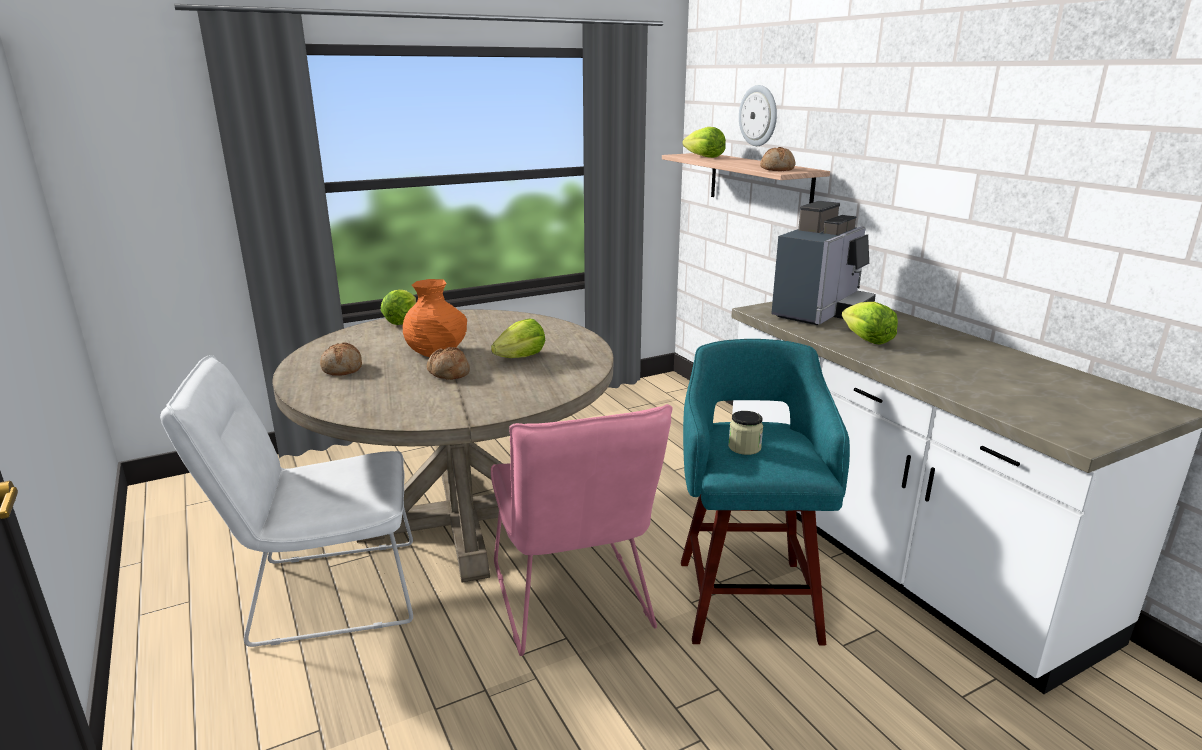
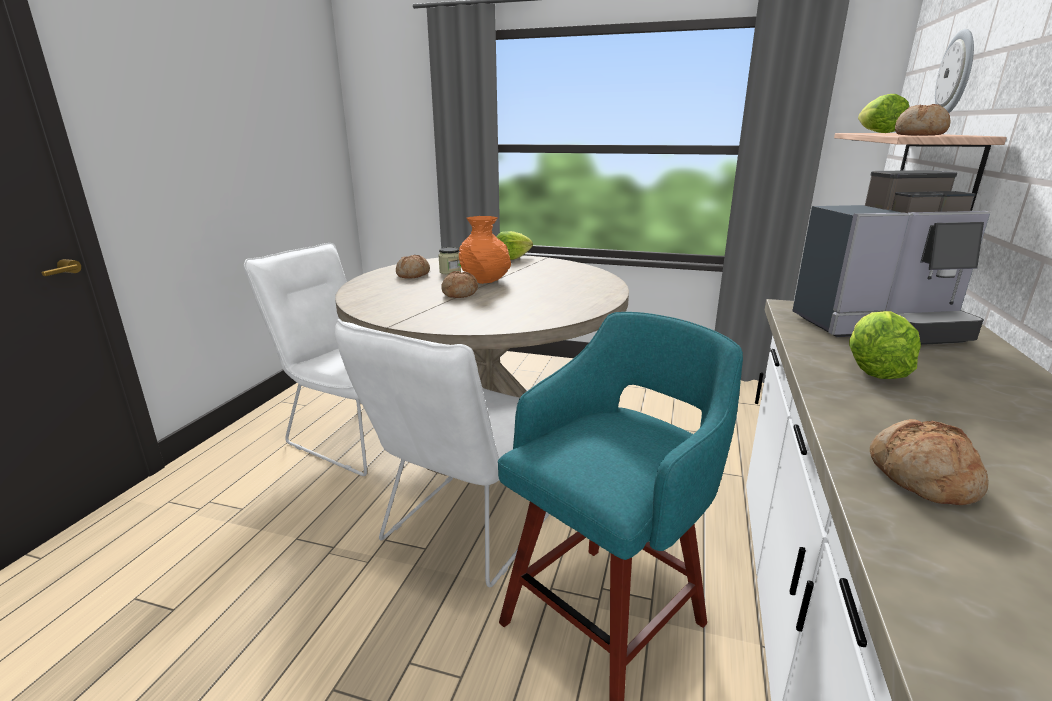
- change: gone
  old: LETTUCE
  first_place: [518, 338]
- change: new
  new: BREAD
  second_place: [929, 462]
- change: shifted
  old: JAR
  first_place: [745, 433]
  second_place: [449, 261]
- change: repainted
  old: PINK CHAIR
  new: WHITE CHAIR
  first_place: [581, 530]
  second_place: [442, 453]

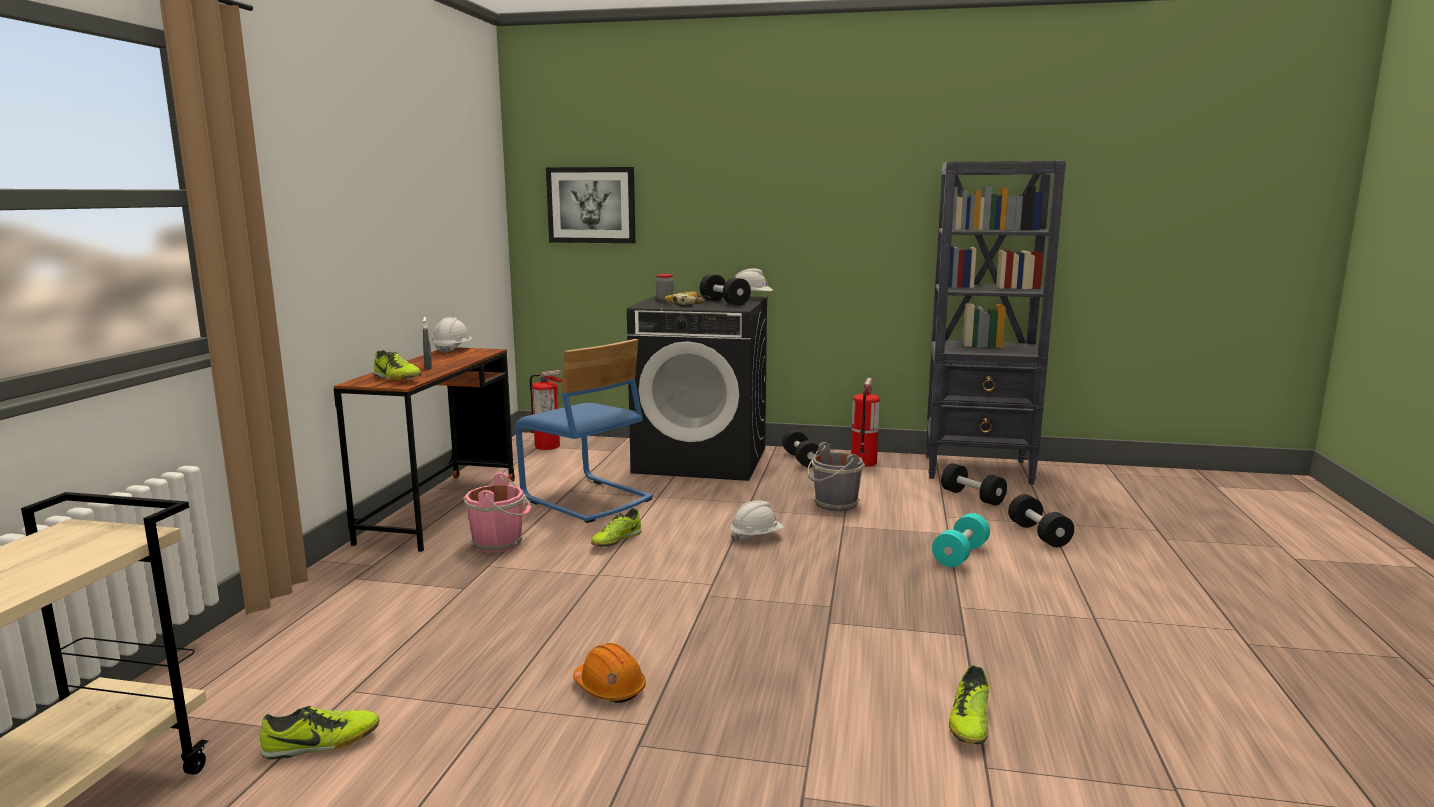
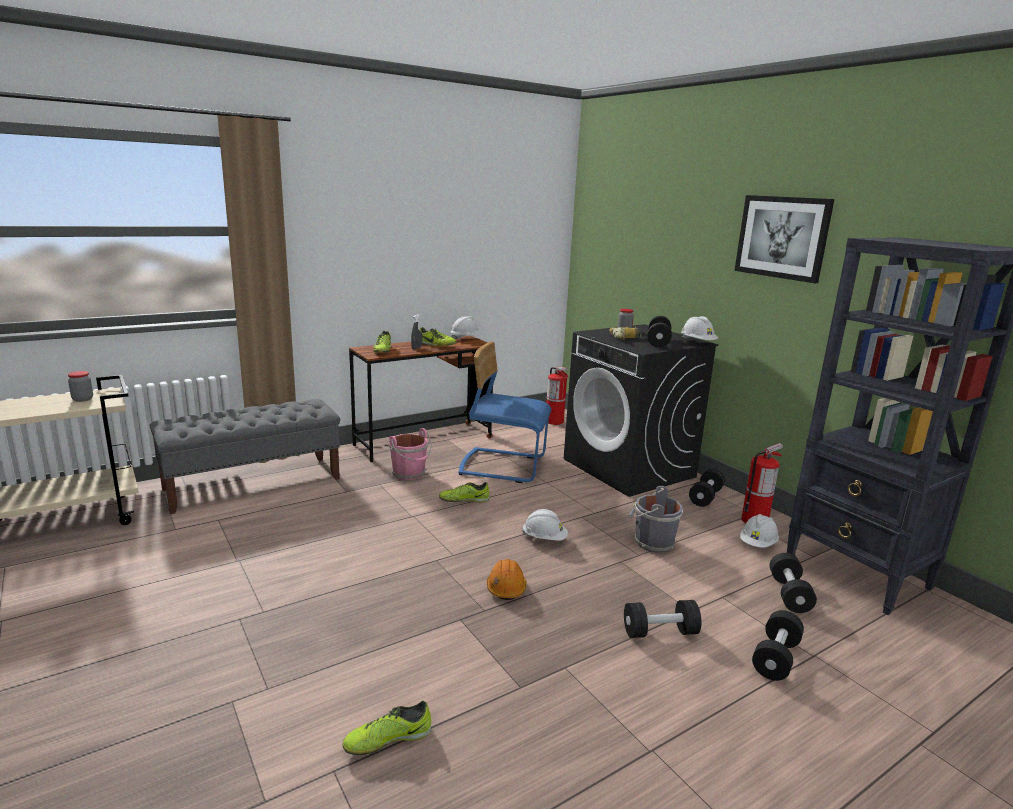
- change: new
  new: JAR
  second_place: [80, 386]
- change: new
  new: GREY BENCH
  second_place: [245, 456]
- change: new
  new: WHITE HARD HAT
  second_place: [759, 531]
- change: shifted
  old: SHOE
  first_place: [319, 732]
  second_place: [438, 336]
- change: shifted
  old: PICTURE
  first_place: [591, 205]
  second_place: [784, 239]
- change: shifted
  old: ORANGE HARD HAT
  first_place: [609, 673]
  second_place: [507, 579]
- change: repainted
  old: TURQUOISE DUMBBELL
  new: BLACK DUMBBELL
  first_place: [961, 540]
  second_place: [663, 619]
- change: rotated
  old: BLUE CHAIR
  first_place: [584, 431]
  second_place: [505, 412]
  degrees: 105

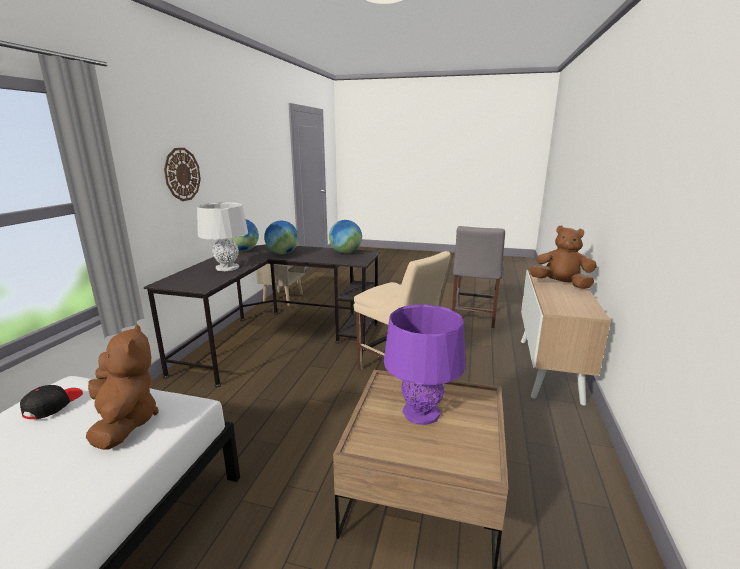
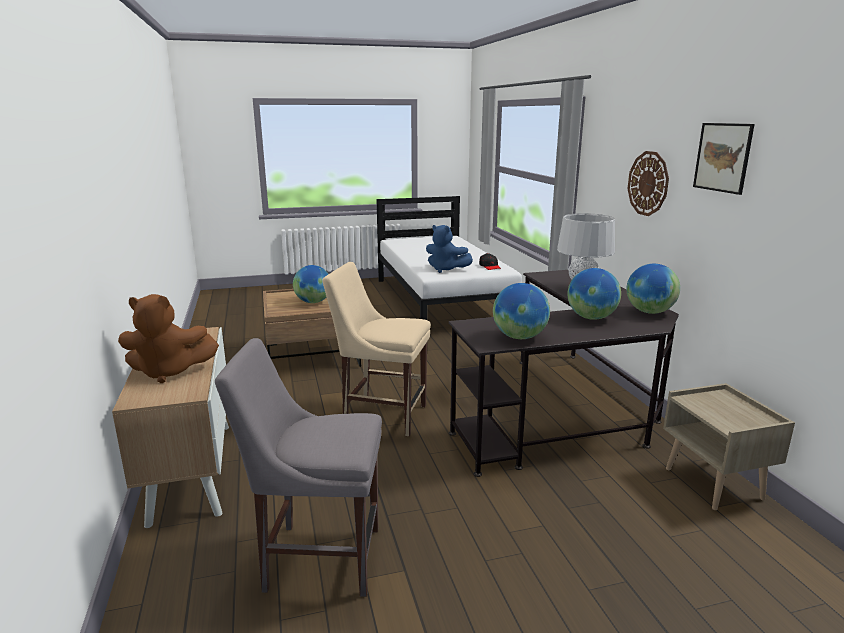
- change: new
  new: PICTURE
  second_place: [724, 159]
- change: swapped
  old: PURPLE TABLE LAMP
  new: GLOBE
  first_place: [425, 364]
  second_place: [310, 284]
- change: repainted
  old: BROWN PLUSH TOY
  new: BLUE PLUSH TOY
  first_place: [122, 386]
  second_place: [449, 249]
- change: rotated
  old: GREY CHAIR
  first_place: [478, 277]
  second_place: [298, 467]
  degrees: -75

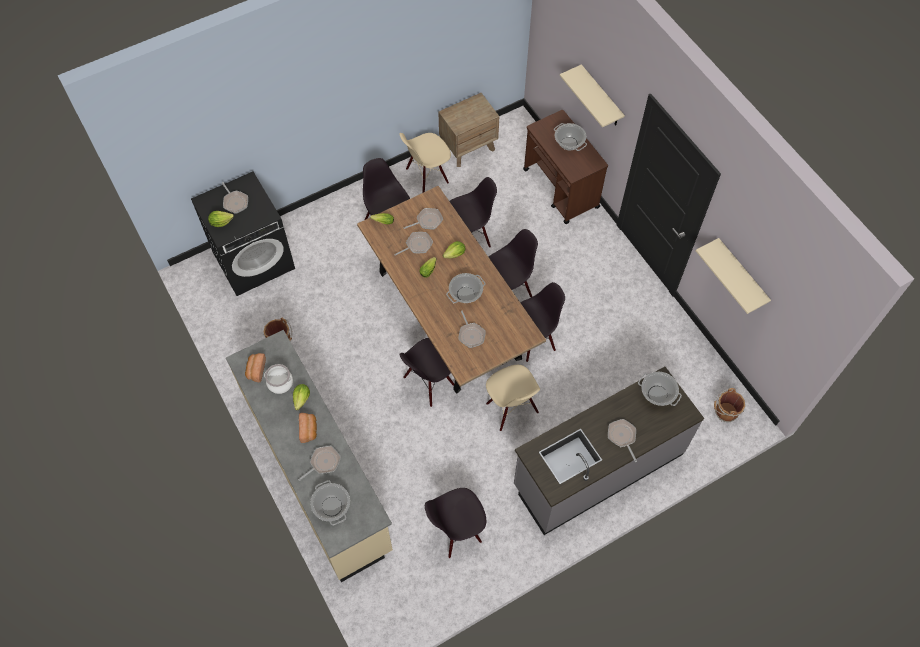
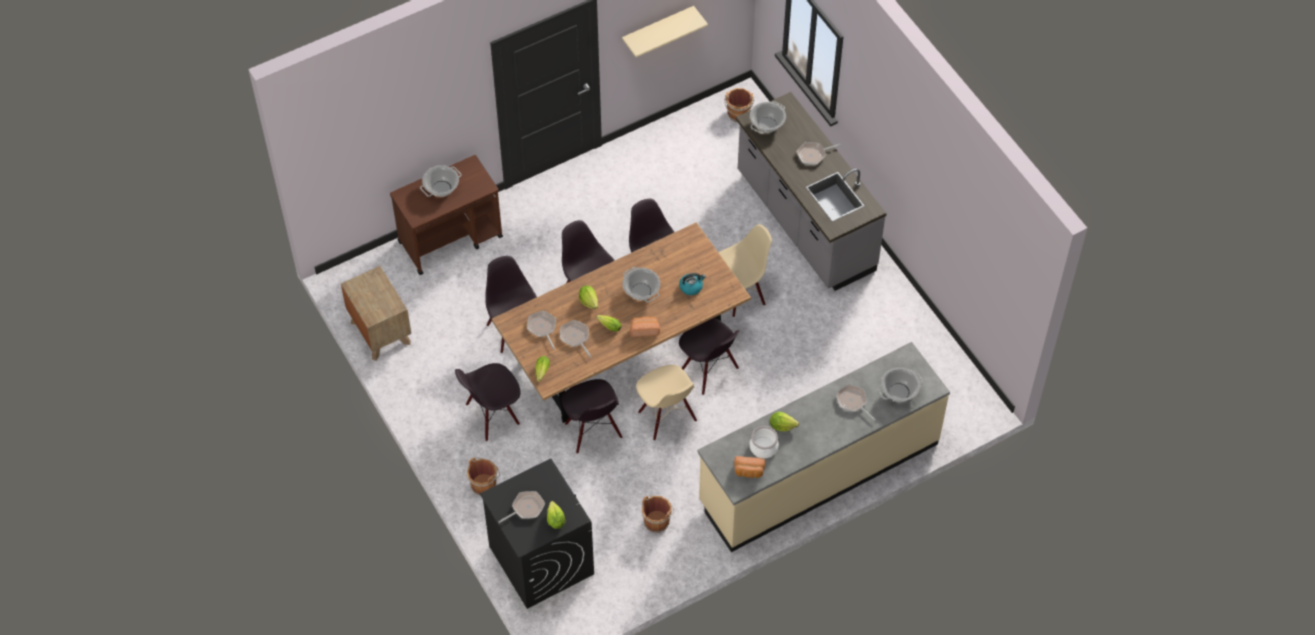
- change: gone
  old: BEIGE SHELF
  first_place: [592, 95]
- change: new
  new: BROWN BUCKET
  second_place: [483, 477]
- change: shifted
  old: BREAD
  first_place: [308, 428]
  second_place: [645, 327]
- change: shifted
  old: BEIGE CHAIR
  first_place: [425, 163]
  second_place: [666, 403]
- change: shifted
  old: BLACK CHAIR
  first_place: [455, 523]
  second_place: [592, 416]
- change: swapped
  old: FRYING PAN
  new: KETTLE
  first_place: [471, 329]
  second_place: [692, 284]

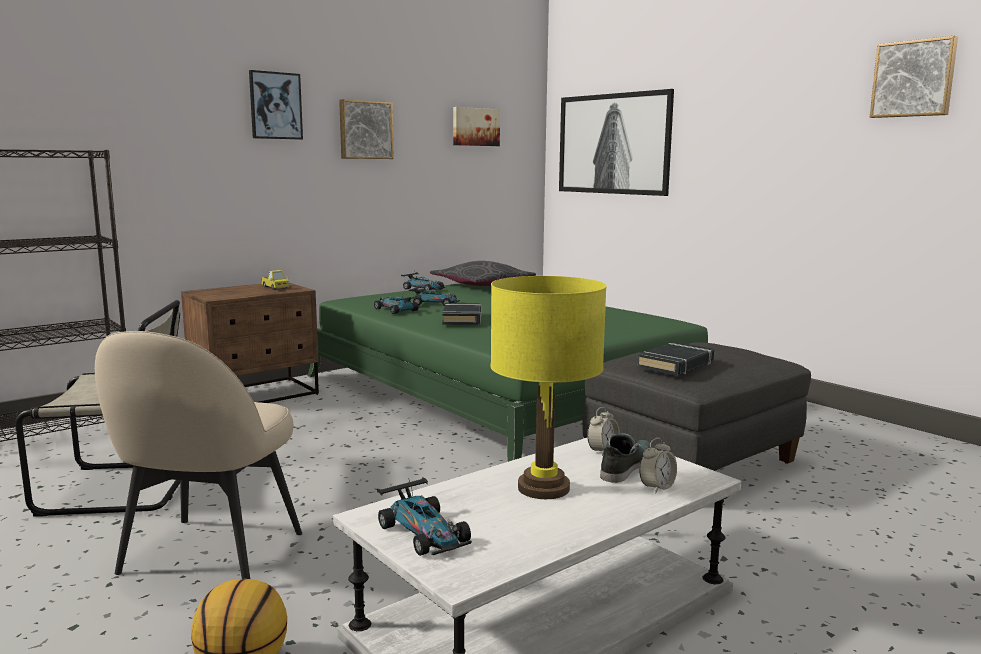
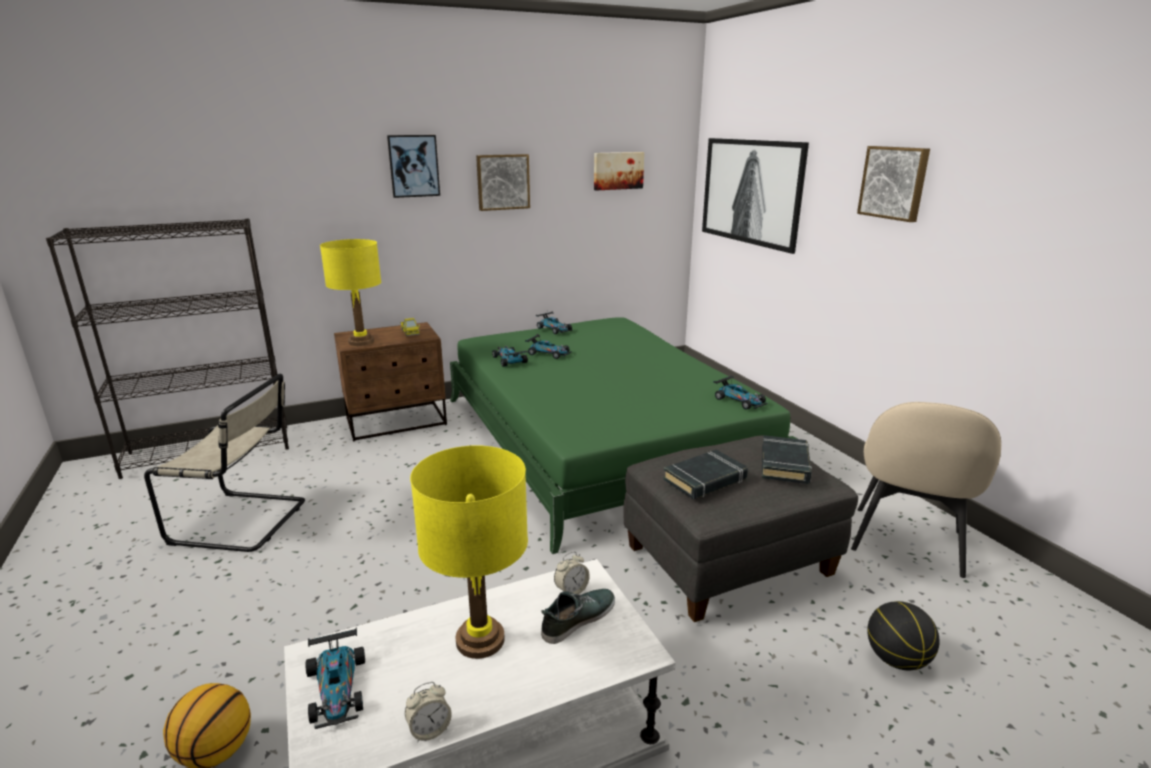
- change: gone
  old: GREY PILLOW
  first_place: [483, 273]
- change: new
  new: YELLOW TABLE LAMP
  second_place: [350, 292]
- change: new
  new: TOY CAR
  second_place: [740, 393]
- change: new
  new: BASKETBALL
  second_place: [903, 635]
- change: shifted
  old: BEIGE CHAIR
  first_place: [198, 455]
  second_place: [926, 490]
- change: shifted
  old: BLACK BOOK
  first_place: [461, 314]
  second_place: [787, 459]
- change: shifted
  old: ALARM CLOCK
  first_place: [658, 465]
  second_place: [428, 712]
- change: shifted
  old: PICTURE
  first_place: [914, 77]
  second_place: [893, 184]

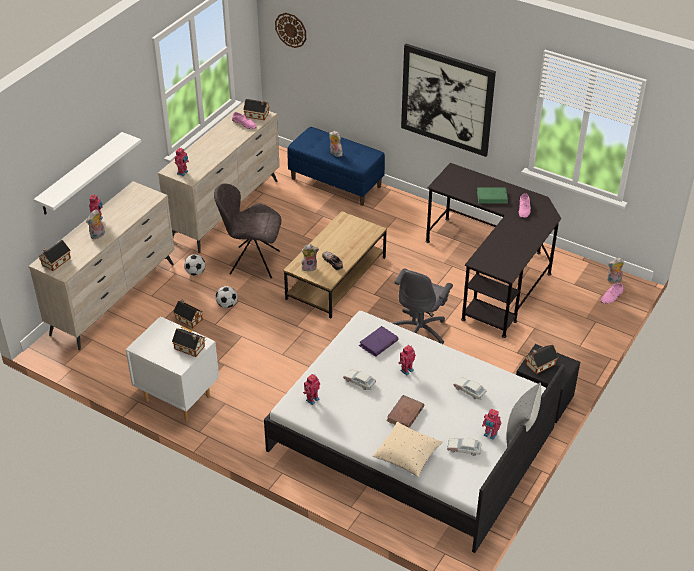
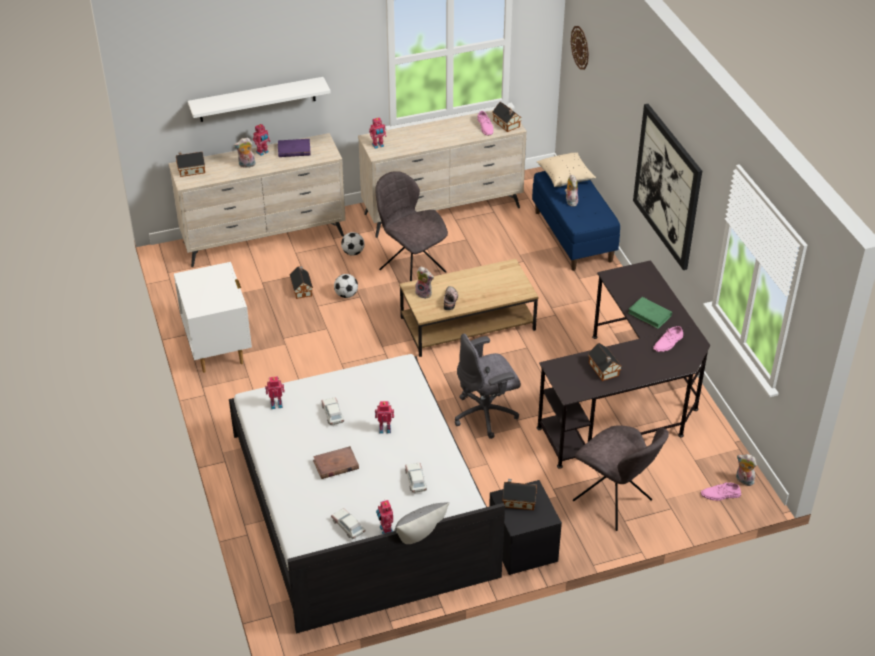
- change: new
  new: GREY CHAIR
  second_place: [621, 478]
- change: shifted
  old: TOY HOUSE
  first_place: [189, 342]
  second_place: [605, 362]
- change: shifted
  old: PURPLE BOOK
  first_place: [378, 341]
  second_place: [294, 148]
- change: shifted
  old: BEIGE PILLOW
  first_place: [407, 449]
  second_place: [566, 170]

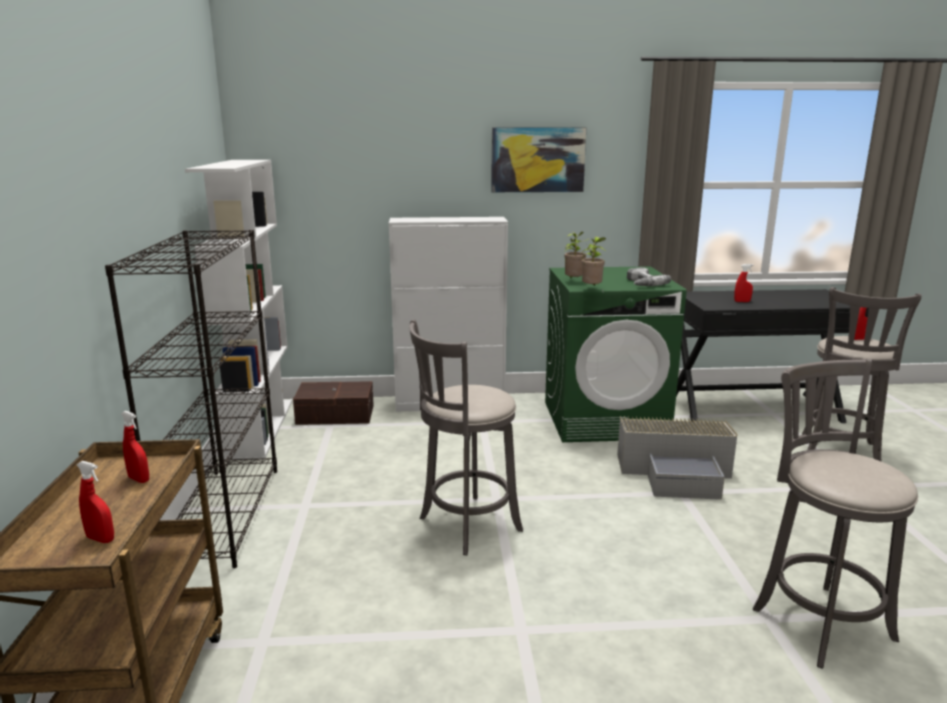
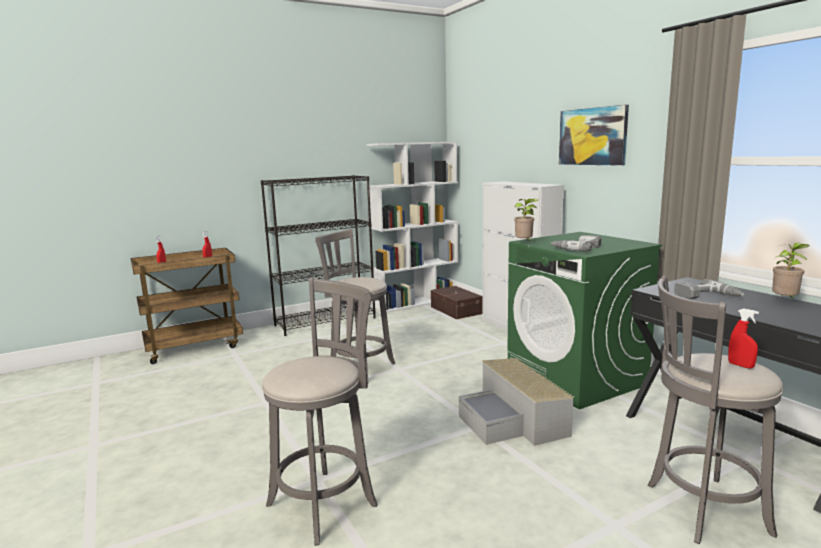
- change: shifted
  old: POTTED PLANT
  first_place: [575, 254]
  second_place: [791, 270]
- change: swapped
  old: RED SPRAY BOTTLE
  new: POWER DRILL
  first_place: [744, 283]
  second_place: [709, 289]

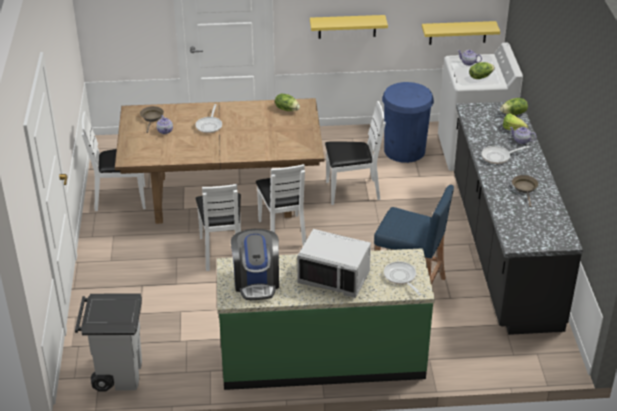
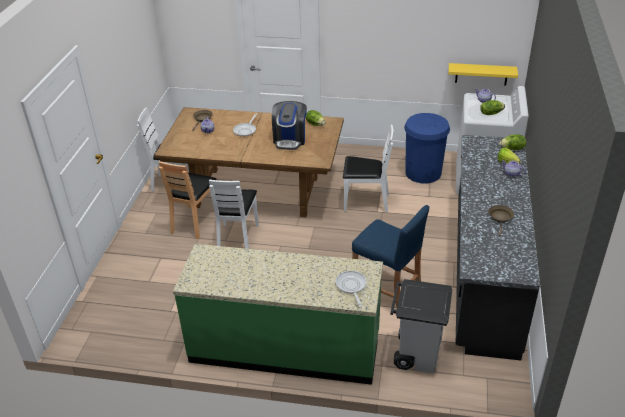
- change: gone
  old: WHITE CHAIR
  first_place: [281, 204]
- change: gone
  old: GREY MICROWAVE
  first_place: [334, 263]
- change: gone
  old: YELLOW SHELF
  first_place: [349, 27]
- change: gone
  old: FRYING PAN
  first_place: [505, 155]
- change: new
  new: BROWN CHAIR
  second_place: [188, 200]
- change: shifted
  old: GREY TRASH CAN
  first_place: [108, 342]
  second_place: [421, 326]
- change: shifted
  old: COFFEE MACHINE
  first_place: [255, 264]
  second_place: [289, 125]

